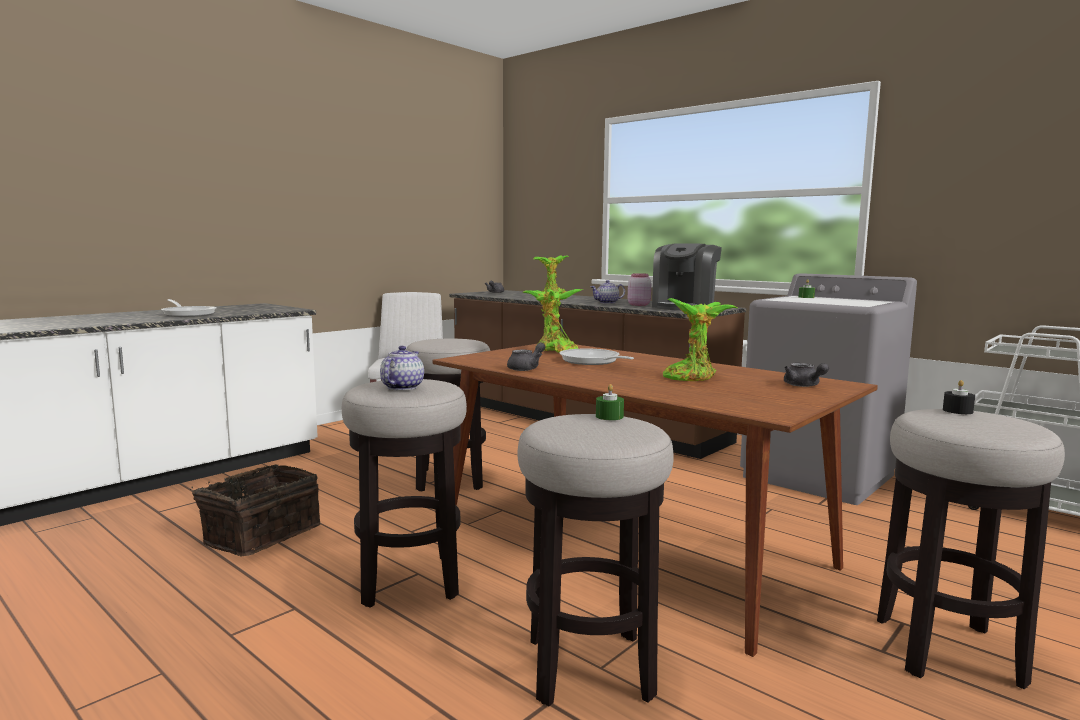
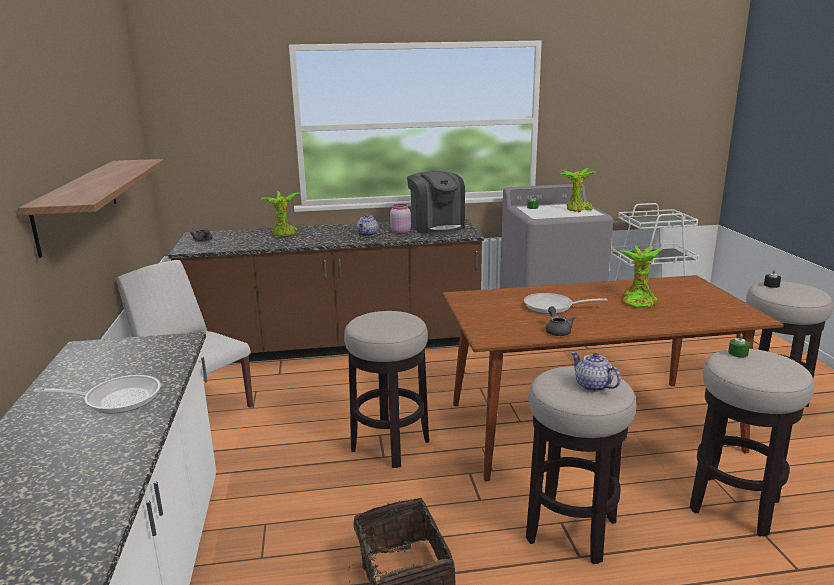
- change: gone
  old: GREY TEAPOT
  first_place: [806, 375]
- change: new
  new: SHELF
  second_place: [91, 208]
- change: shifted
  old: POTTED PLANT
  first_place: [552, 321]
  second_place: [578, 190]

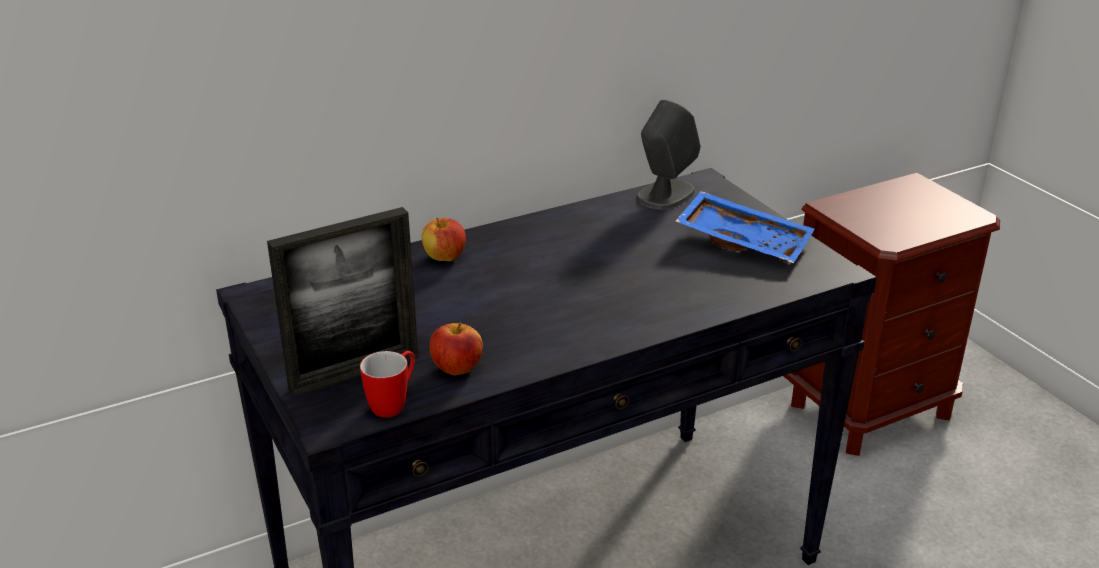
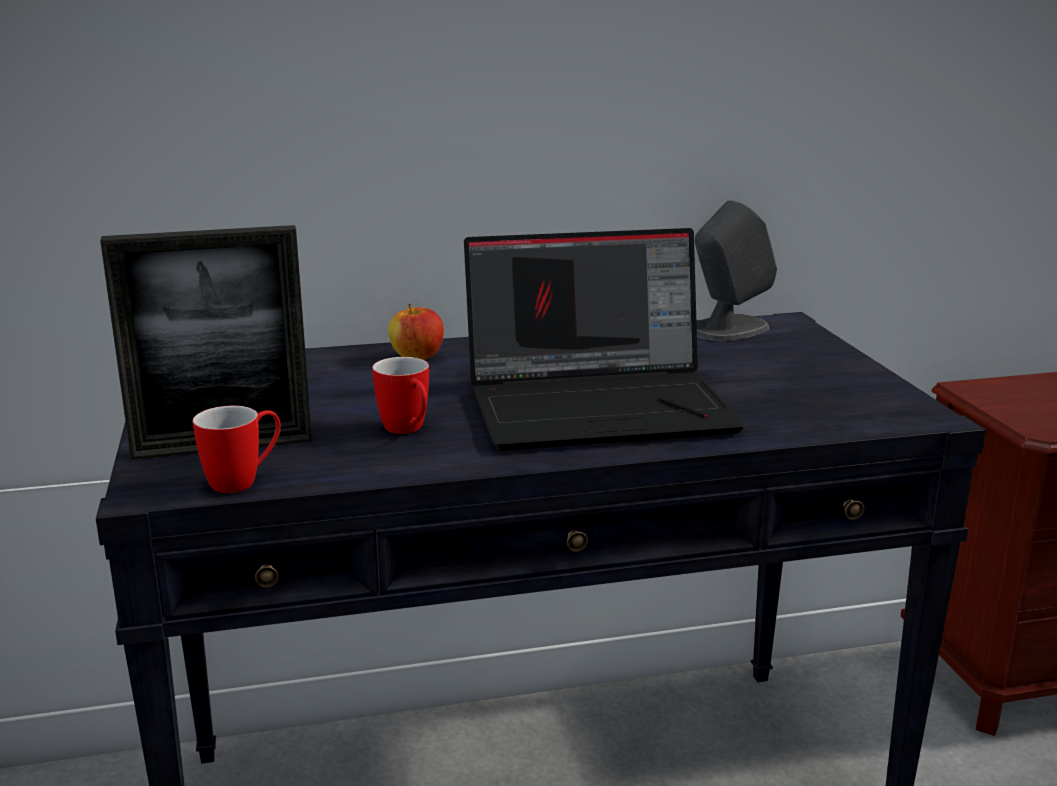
- change: gone
  old: APPLE
  first_place: [456, 349]
- change: gone
  old: BLUE TRAY
  first_place: [745, 227]
- change: new
  new: MUG
  second_place: [400, 395]
- change: new
  new: LAPTOP
  second_place: [604, 339]

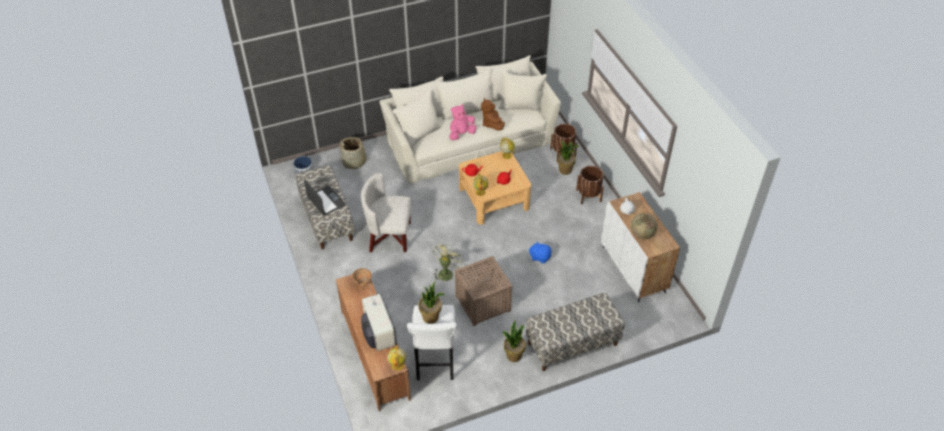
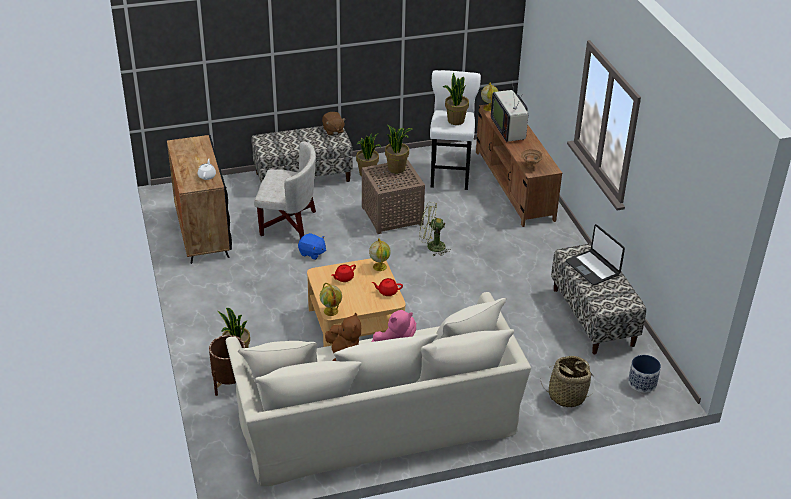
- change: gone
  old: BROWN PLANTER
  first_place: [590, 185]
- change: gone
  old: GLOBE
  first_place: [644, 226]
- change: new
  new: BROWN PLUSH TOY
  second_place: [334, 123]
- change: new
  new: POTTED PLANT
  second_place: [399, 149]
- change: shifted
  old: WHITE ARMCHAIR
  first_place: [386, 212]
  second_place: [285, 190]
- change: repainted
  old: WHITE CABINET
  new: BLACK CABINET
  first_place: [640, 247]
  second_place: [199, 199]
- change: rotated
  old: GREEN FAN
  first_place: [448, 261]
  second_place: [435, 229]
  degrees: 60

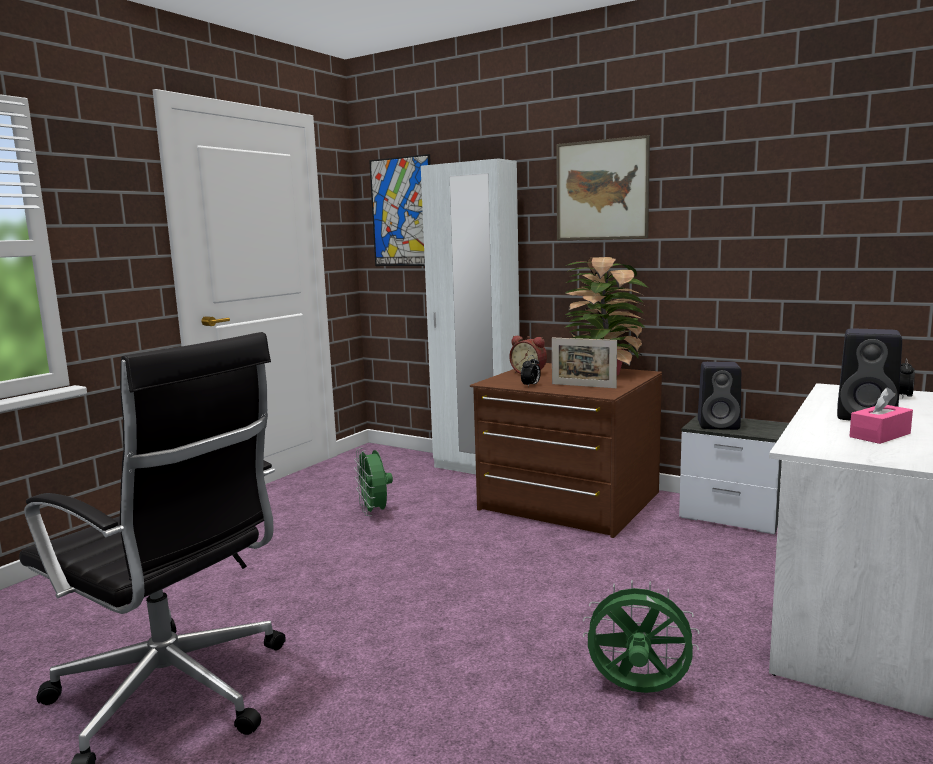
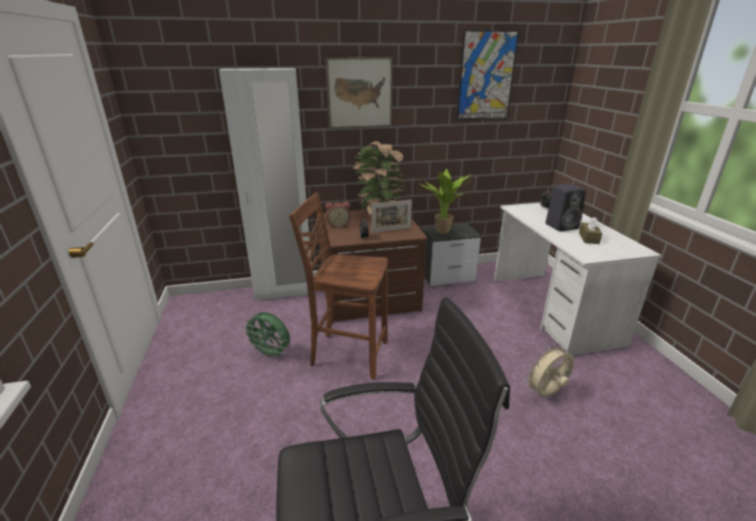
- change: new
  new: BROWN CHAIR
  second_place: [338, 285]
- change: shifted
  old: PICTURE
  first_place: [400, 210]
  second_place: [487, 75]
- change: swapped
  old: BLACK SPEAKER
  new: POTTED PLANT
  first_place: [719, 396]
  second_place: [445, 201]
- change: repainted
  old: GREEN FAN
  new: BEIGE FAN
  first_place: [641, 636]
  second_place: [549, 370]
- change: repainted
  old: PINK TISSUE BOX
  new: BROWN TISSUE BOX
  first_place: [881, 416]
  second_place: [590, 230]

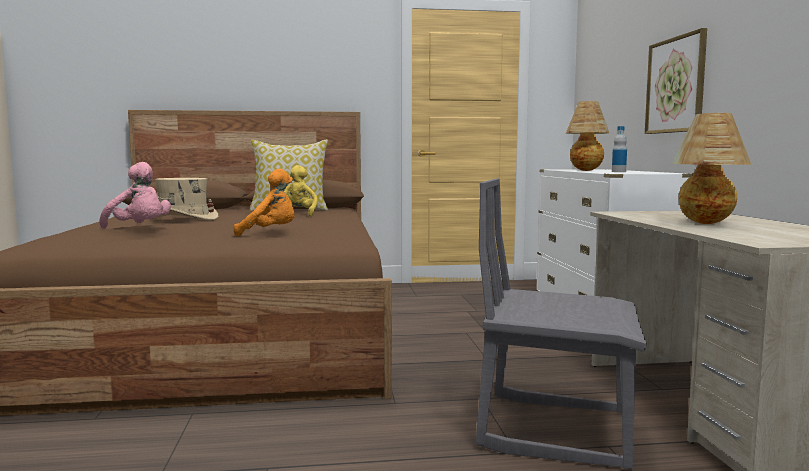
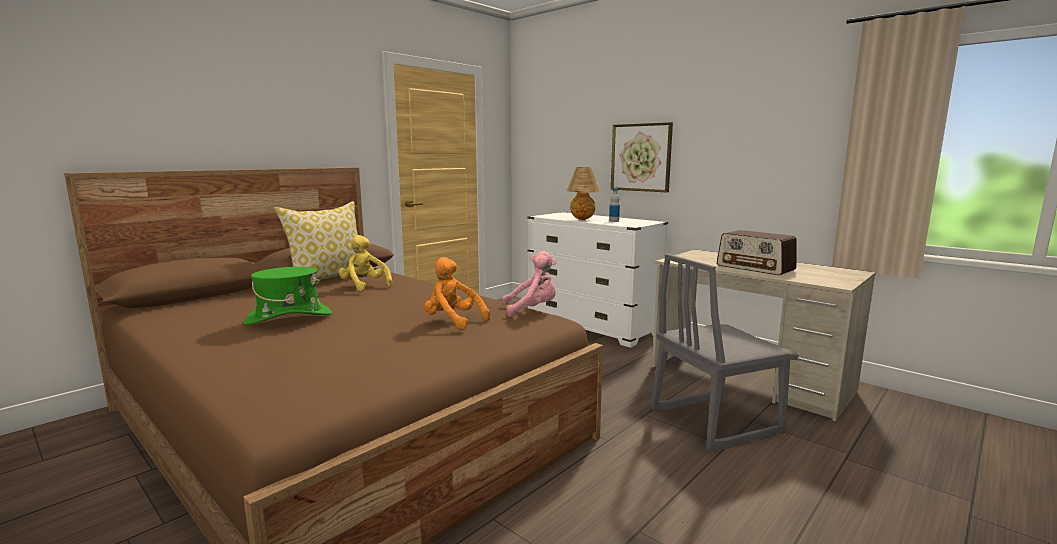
- change: shifted
  old: PINK PLUSH TOY
  first_place: [135, 195]
  second_place: [529, 284]
- change: swapped
  old: TABLE LAMP
  new: RADIO
  first_place: [711, 168]
  second_place: [757, 252]
- change: repainted
  old: BEIGE HAT
  new: GREEN HAT
  first_place: [185, 199]
  second_place: [287, 296]
- change: rotated
  old: ORANGE PLUSH TOY
  first_place: [264, 202]
  second_place: [457, 293]
  degrees: -105

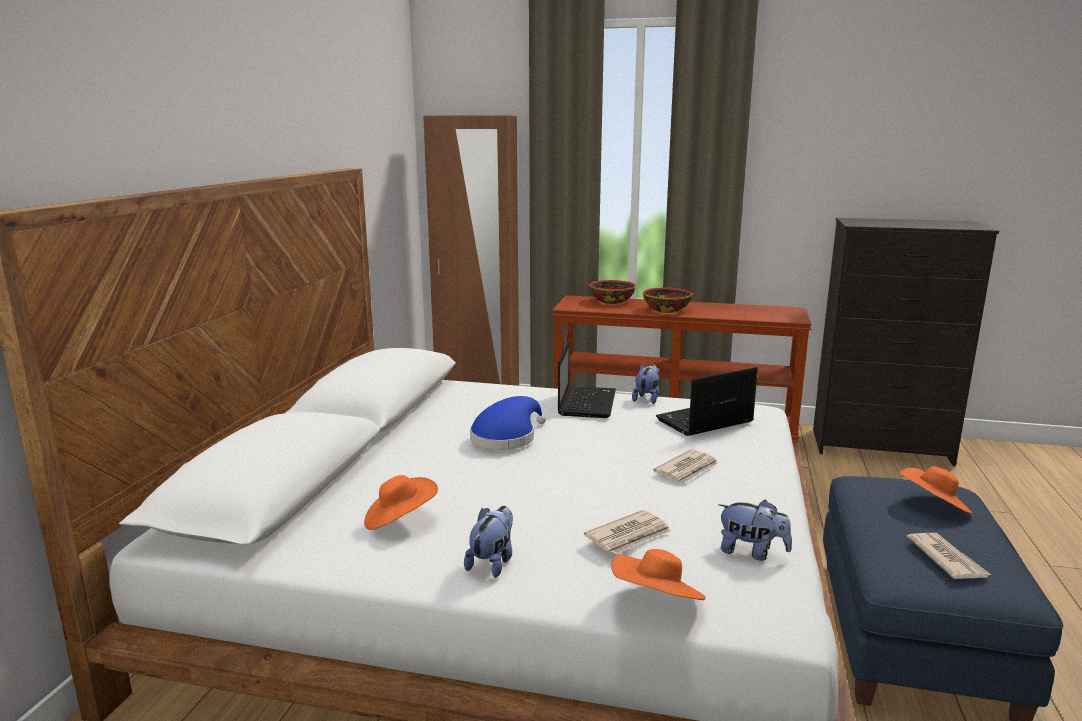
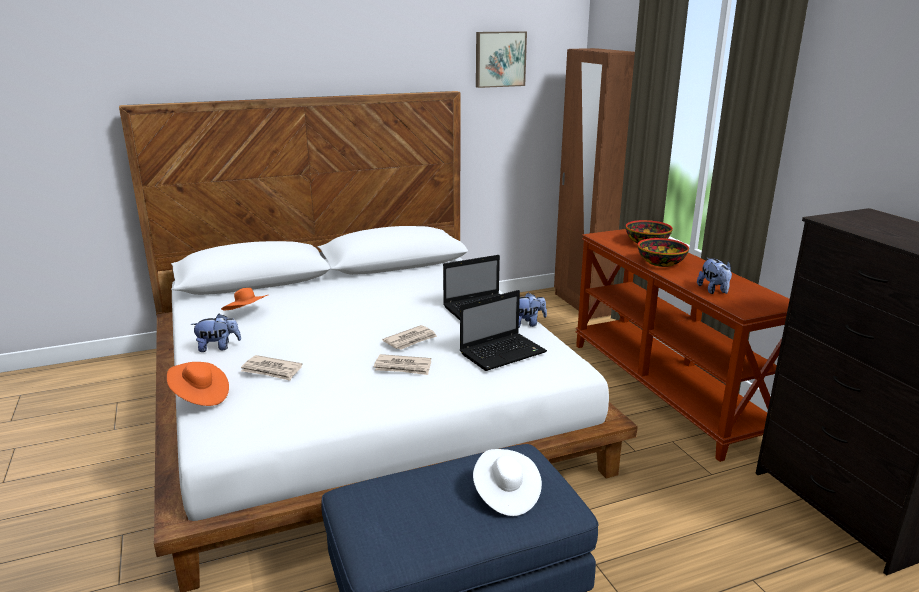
- change: gone
  old: BLUE HAT
  first_place: [508, 423]
- change: new
  new: PICTURE
  second_place: [501, 59]
- change: shifted
  old: PLUSH TOY
  first_place: [755, 530]
  second_place: [714, 276]
- change: shifted
  old: NEWSPAPER
  first_place: [949, 556]
  second_place: [409, 337]
- change: repainted
  old: ORANGE HAT
  new: WHITE HAT
  first_place: [936, 490]
  second_place: [507, 482]
- change: rotated
  old: LAPTOP
  first_place: [707, 401]
  second_place: [503, 330]
  degrees: 120

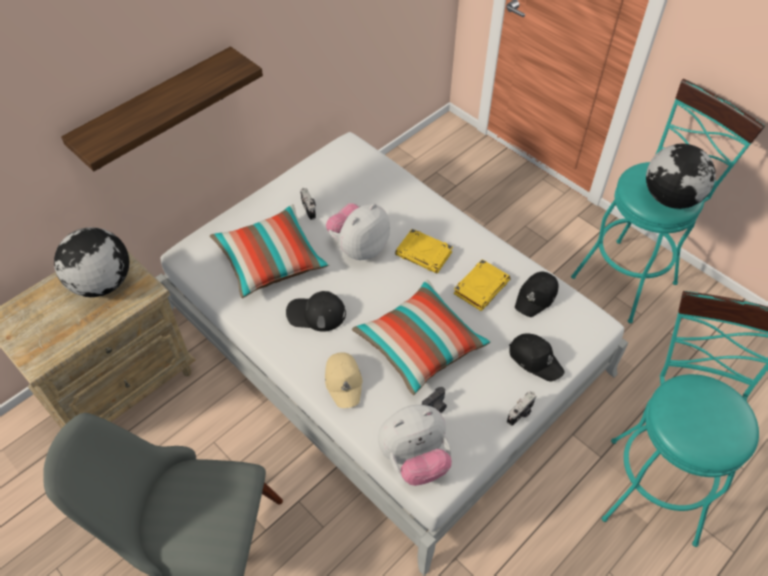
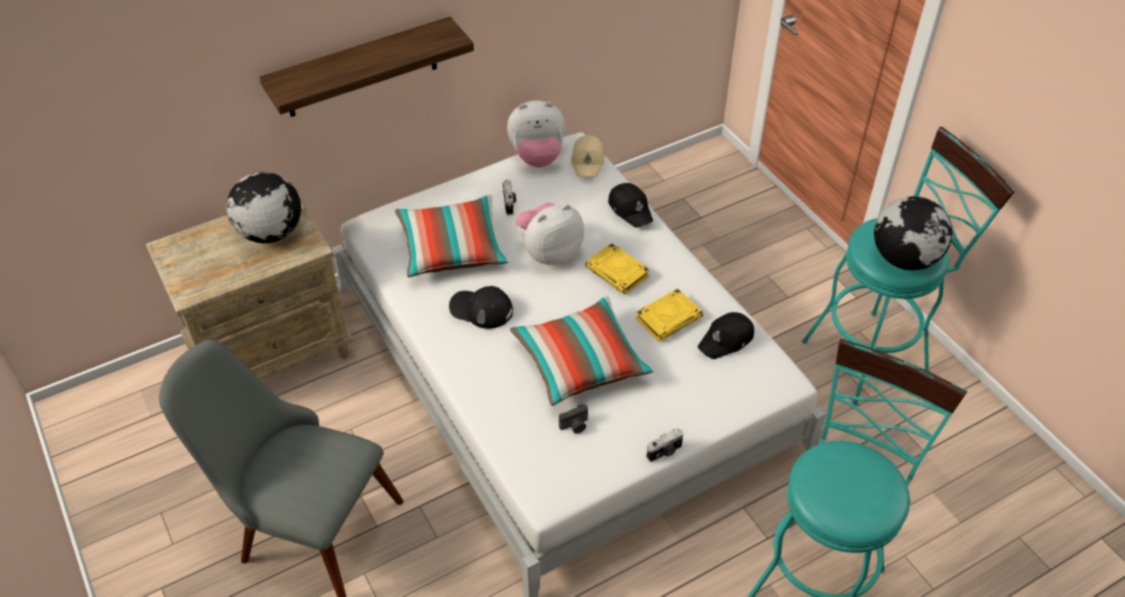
- change: shifted
  old: BEIGE CAP
  first_place: [344, 380]
  second_place: [588, 156]
- change: shifted
  old: PLUSH TOY
  first_place: [415, 445]
  second_place: [536, 134]
- change: shifted
  old: BLACK CAP
  first_place: [537, 357]
  second_place: [630, 205]

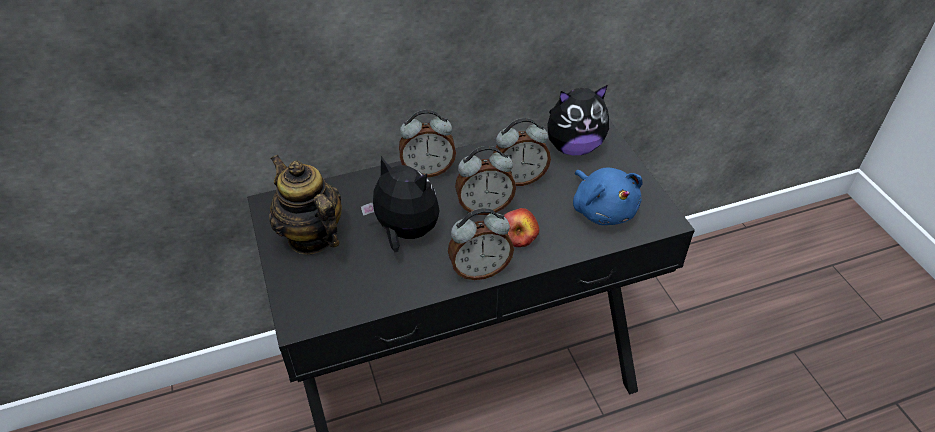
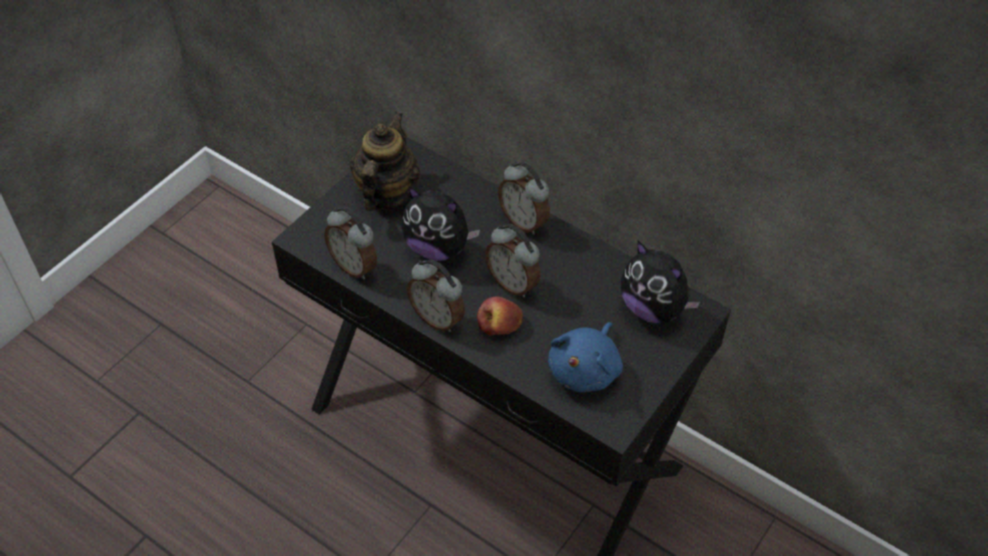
- change: shifted
  old: ALARM CLOCK
  first_place: [522, 152]
  second_place: [350, 243]
- change: rotated
  old: PLUSH TOY
  first_place: [400, 204]
  second_place: [440, 223]
  degrees: 120

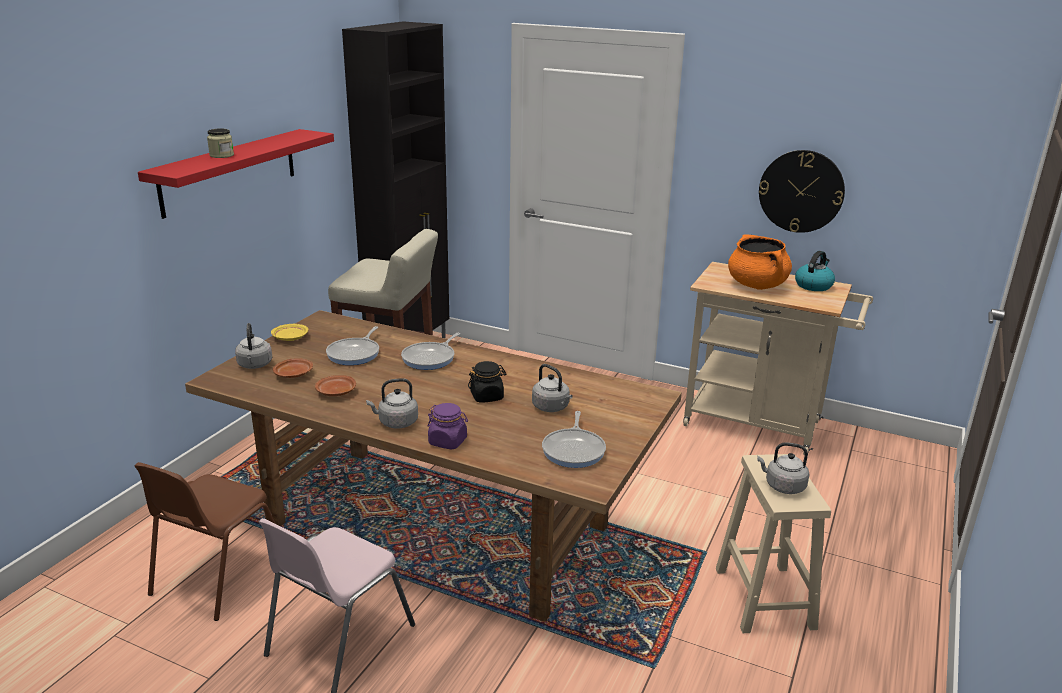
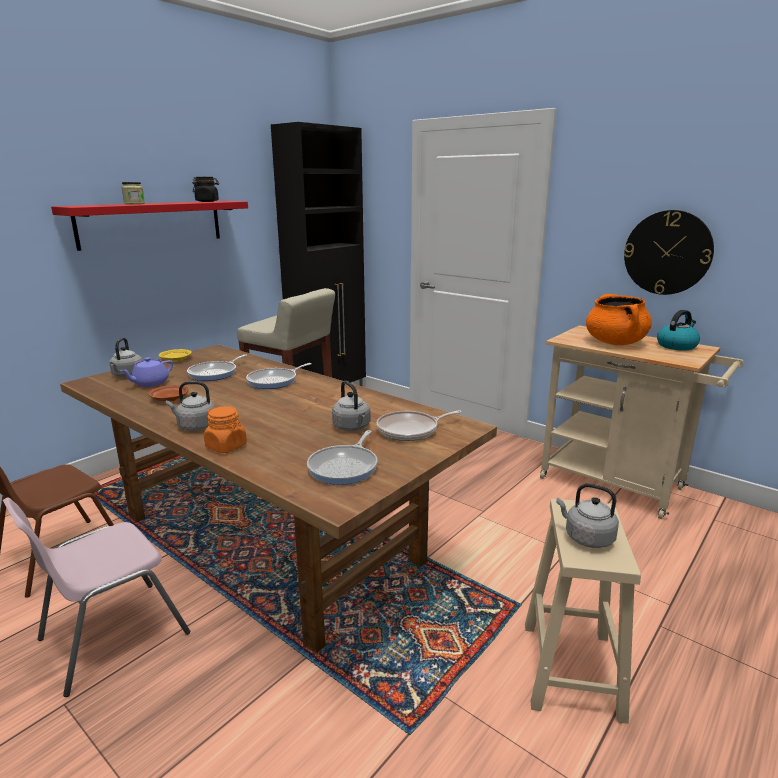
- change: new
  new: FRYING PAN
  second_place: [419, 425]
- change: shifted
  old: BLACK JAR
  first_place: [487, 382]
  second_place: [205, 189]
- change: swapped
  old: BROWN PLATE
  new: PURPLE TEAPOT
  first_place: [293, 368]
  second_place: [146, 372]
- change: repainted
  old: PURPLE JAR
  new: ORANGE JAR
  first_place: [447, 426]
  second_place: [225, 429]

